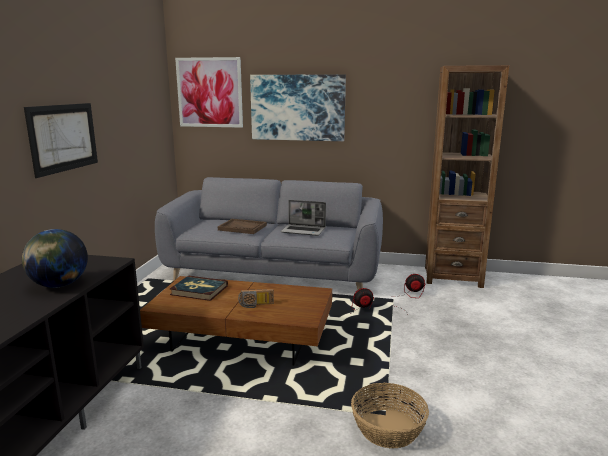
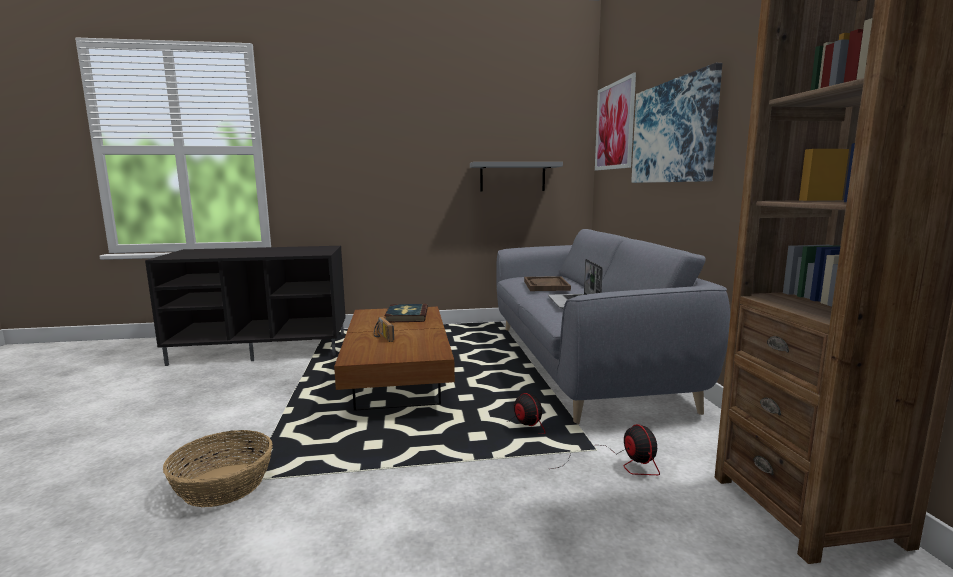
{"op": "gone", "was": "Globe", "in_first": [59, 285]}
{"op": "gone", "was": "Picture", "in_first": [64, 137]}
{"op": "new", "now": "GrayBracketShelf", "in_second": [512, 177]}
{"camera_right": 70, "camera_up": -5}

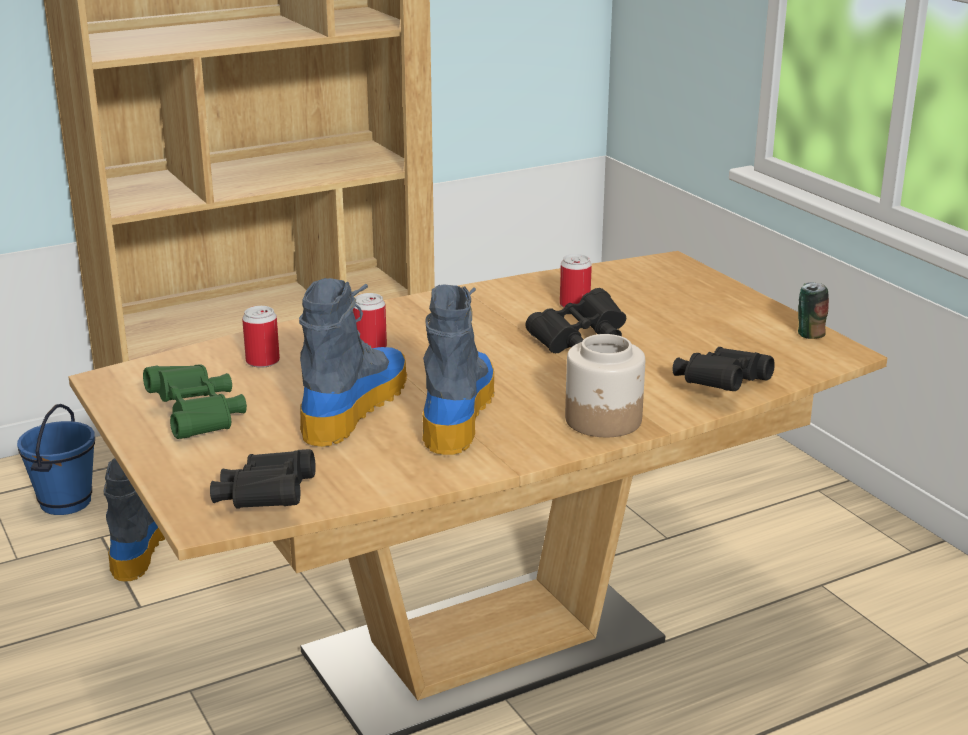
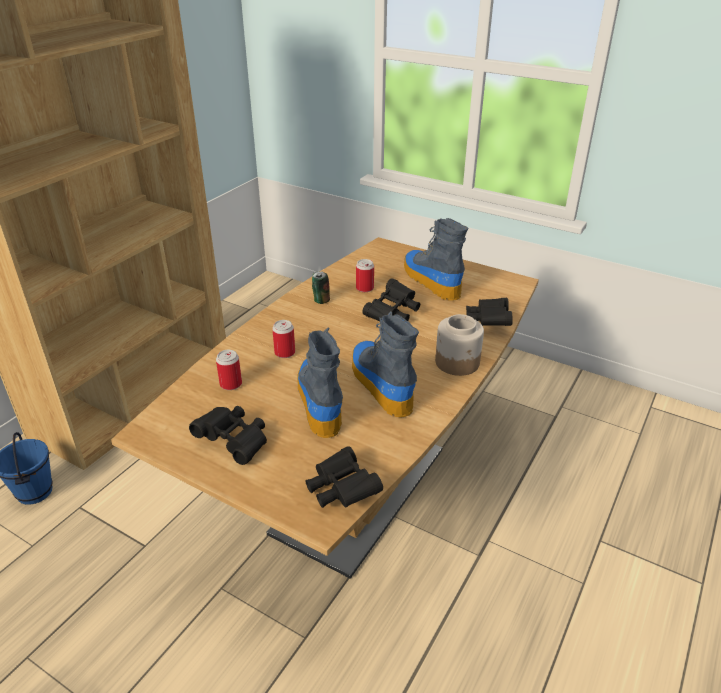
{"op": "shifted", "was": "TallBoot", "in_first": [142, 544], "in_second": [430, 280]}
{"op": "repainted", "was": "GreenPairOfBinoculars", "now": "BlackishPairOfBinoculars", "in_first": [198, 417], "in_second": [234, 442]}
{"op": "shifted", "was": "MetalCan", "in_first": [809, 334], "in_second": [321, 300]}
{"camera_right": -30, "camera_up": 10}

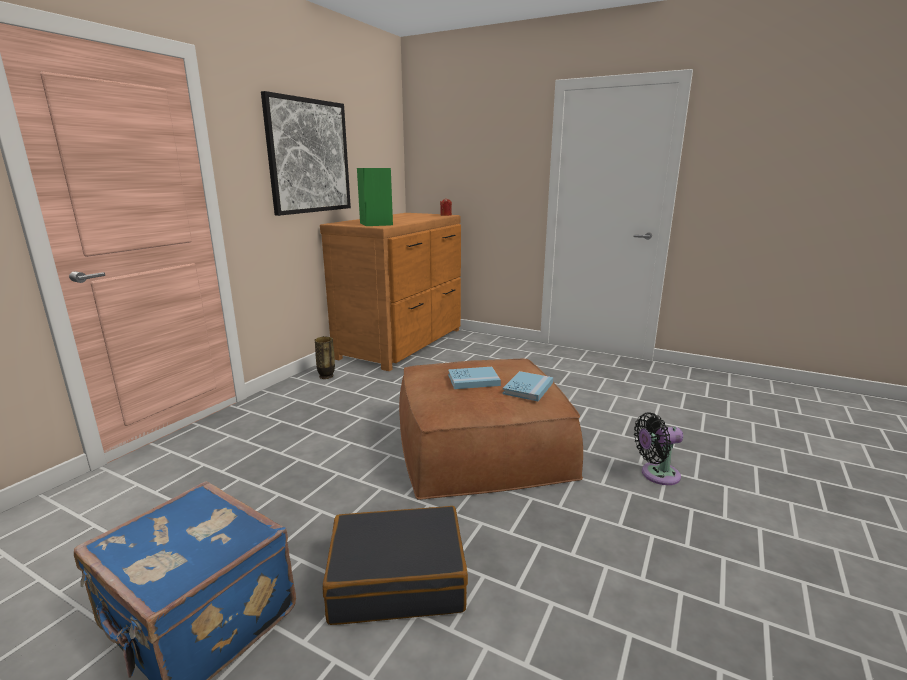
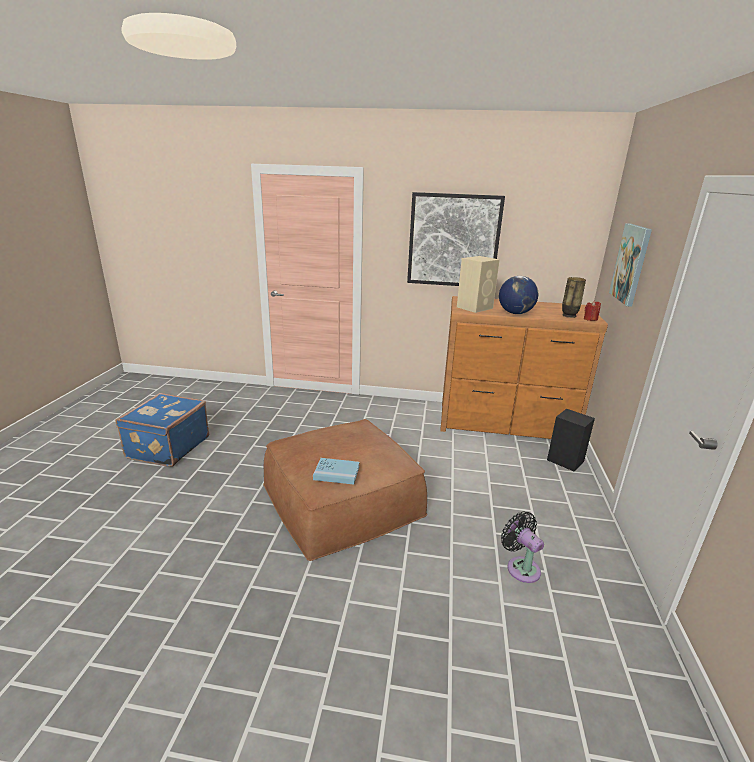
{"op": "shifted", "was": "Vase", "in_first": [326, 376], "in_second": [569, 316]}
{"op": "gone", "was": "BlackishTravelCase", "in_first": [397, 578]}
{"op": "repainted", "was": "GreenLoudspeaker", "now": "BeigeColouredLoudspeaker", "in_first": [376, 224], "in_second": [475, 307]}
{"op": "gone", "was": "BlueColouredVolume", "in_first": [473, 380]}
{"op": "shifted", "was": "BlackishElectricFan", "in_first": [656, 474], "in_second": [520, 567]}
{"op": "new", "now": "Globe", "in_second": [515, 313]}
{"op": "new", "now": "BlackishLoudspeaker", "in_second": [566, 461]}
{"op": "new", "now": "Picture", "in_second": [631, 264]}
{"camera_right": 70, "camera_up": 5}

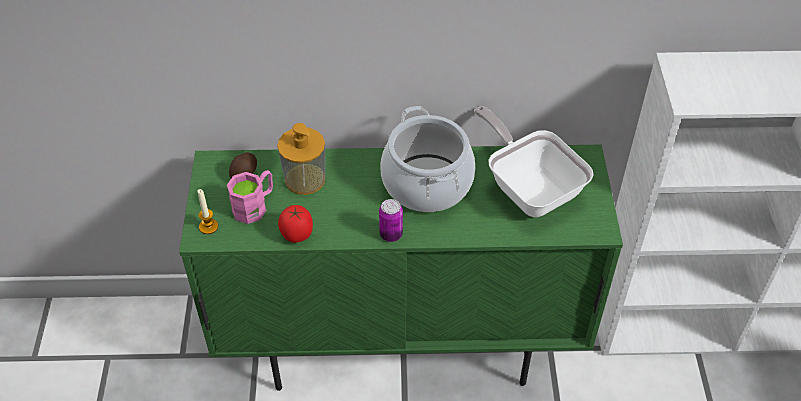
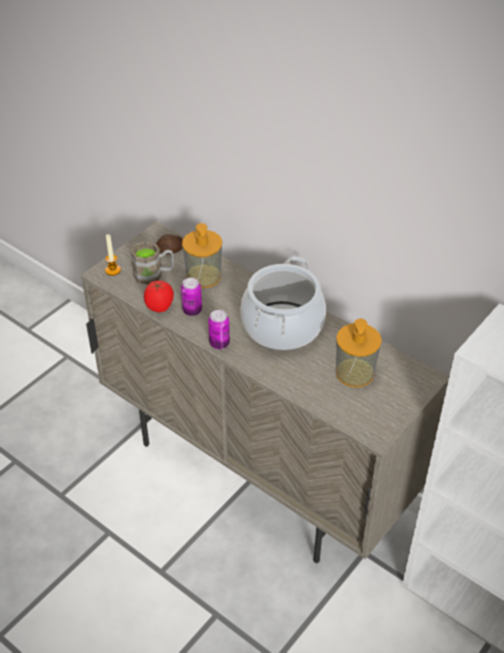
{"op": "repainted", "was": "GreenCupboard", "now": "BeigeColouredCupboard", "in_first": [401, 344], "in_second": [255, 472]}
{"op": "repainted", "was": "PinkMug", "now": "BrownMug", "in_first": [255, 206], "in_second": [154, 274]}
{"op": "swapped", "was": "FryingPan", "now": "SoapDispenser", "in_first": [529, 188], "in_second": [354, 373]}
{"op": "new", "now": "MetalCan", "in_second": [192, 311]}
{"camera_right": 40, "camera_up": -5}

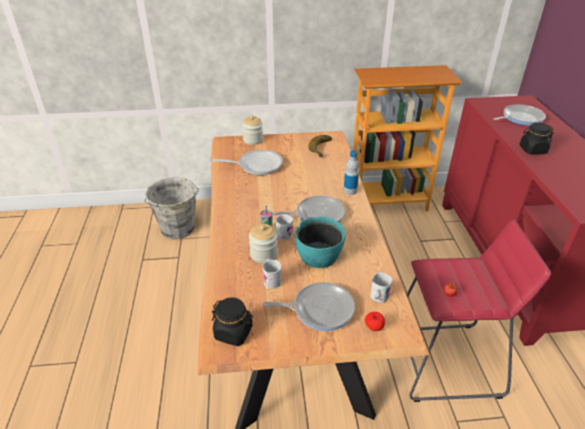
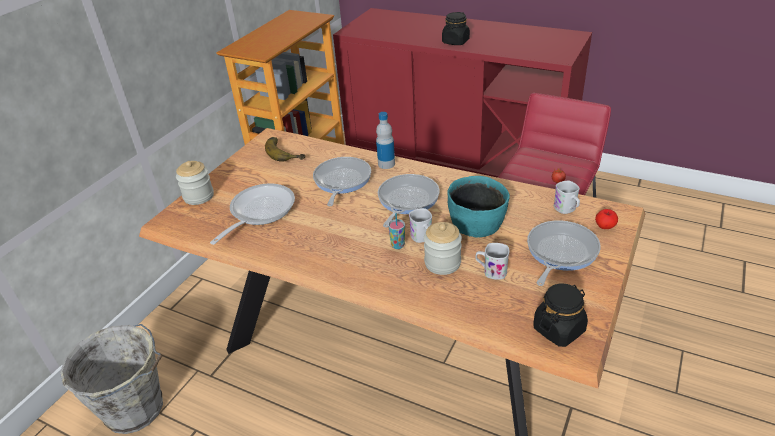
{"op": "shifted", "was": "FryingPan", "in_first": [520, 118], "in_second": [341, 181]}
{"camera_right": -55, "camera_up": 0}

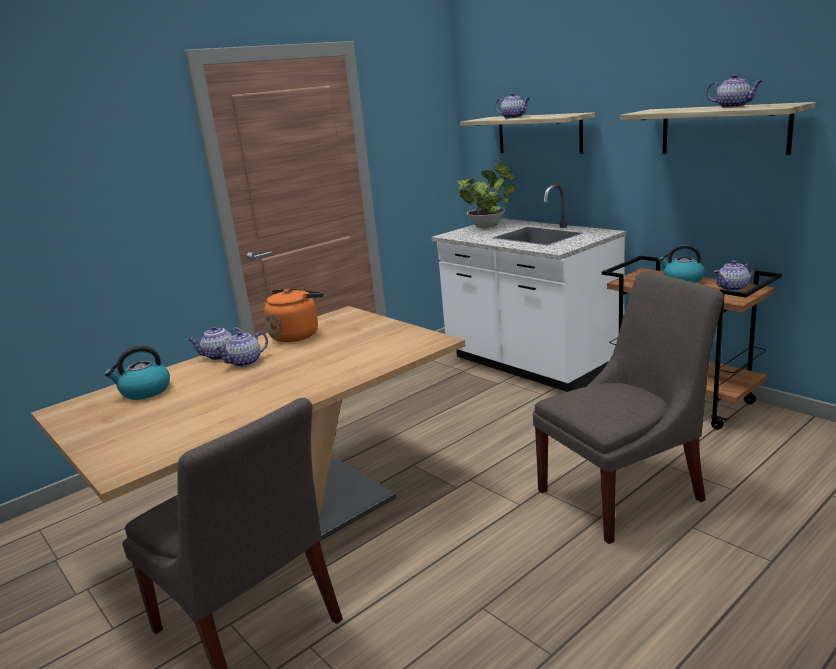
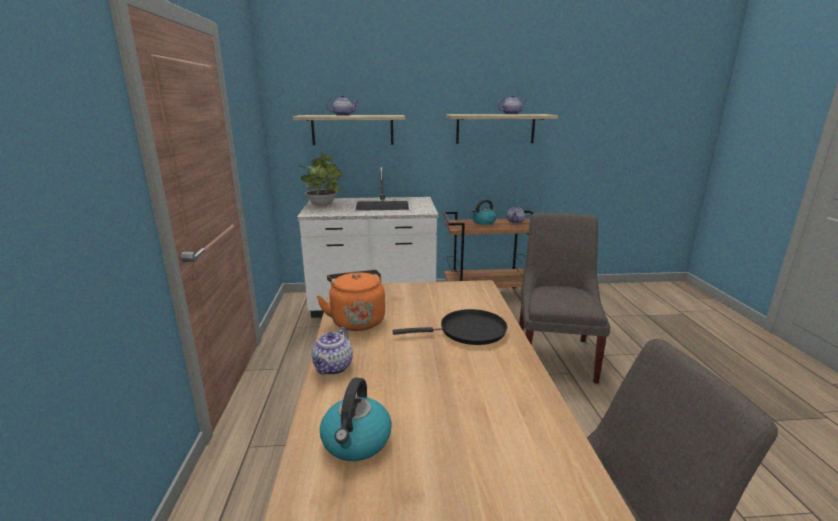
{"op": "gone", "was": "TeaPot", "in_first": [245, 362]}
{"op": "new", "now": "BlackishFryingPan", "in_second": [468, 331]}
{"camera_right": -55, "camera_up": 0}

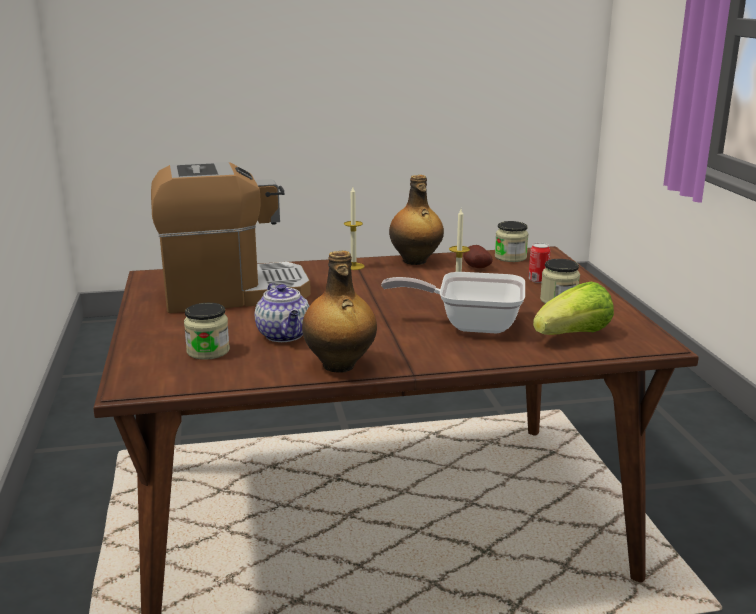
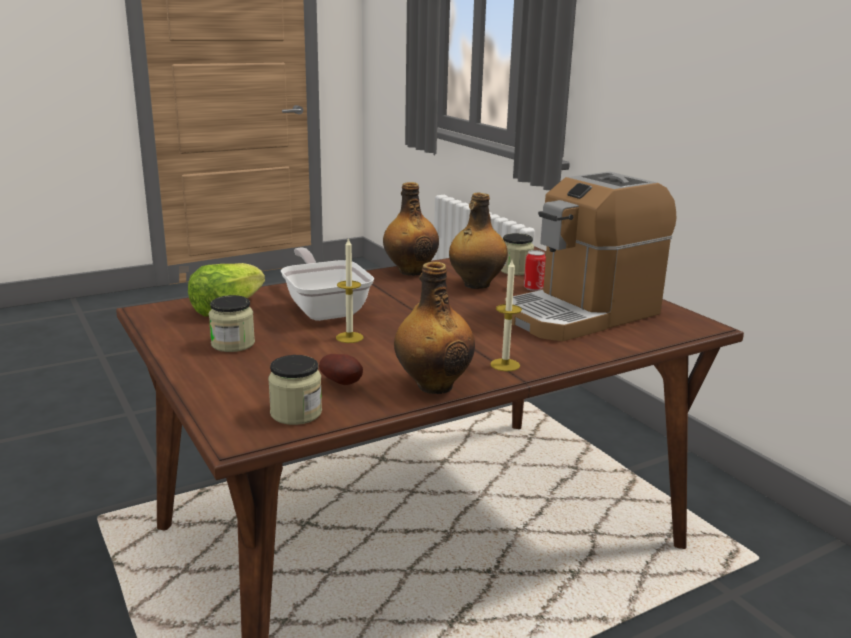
{"op": "swapped", "was": "TeaPot", "now": "BeverageBottle", "in_first": [285, 335], "in_second": [476, 285]}
{"op": "rotated", "was": "FryingPan", "in_first": [469, 324], "in_second": [325, 309], "clockwise": -105}
{"op": "shifted", "was": "MetalCan", "in_first": [538, 280], "in_second": [533, 288]}
{"camera_right": 160, "camera_up": 0}

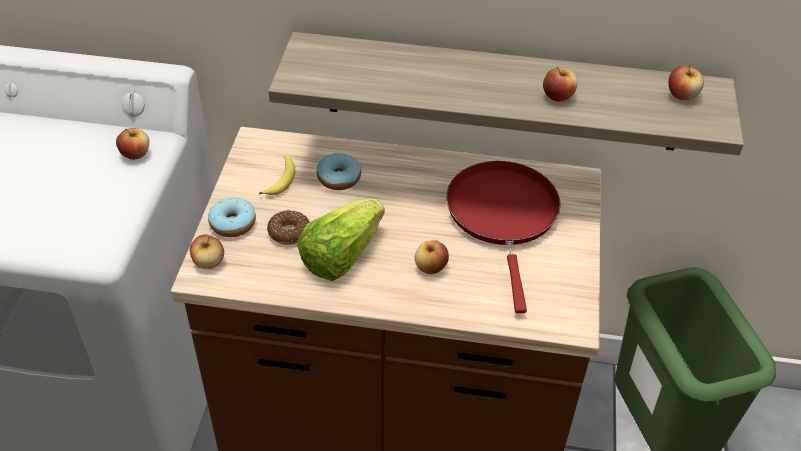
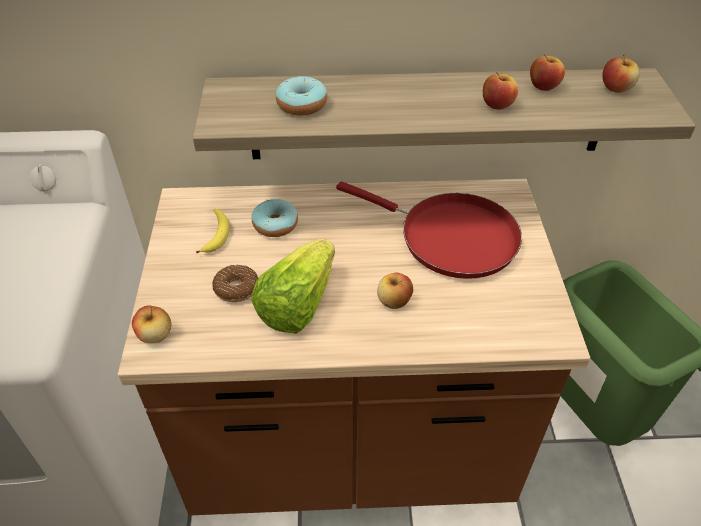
{"op": "shifted", "was": "WholeApple", "in_first": [135, 154], "in_second": [543, 86]}
{"op": "shifted", "was": "RingDoughnut", "in_first": [233, 223], "in_second": [302, 104]}
{"op": "rotated", "was": "ReddishFryingPan", "in_first": [503, 216], "in_second": [450, 237], "clockwise": 135}
{"camera_right": -10, "camera_up": 0}

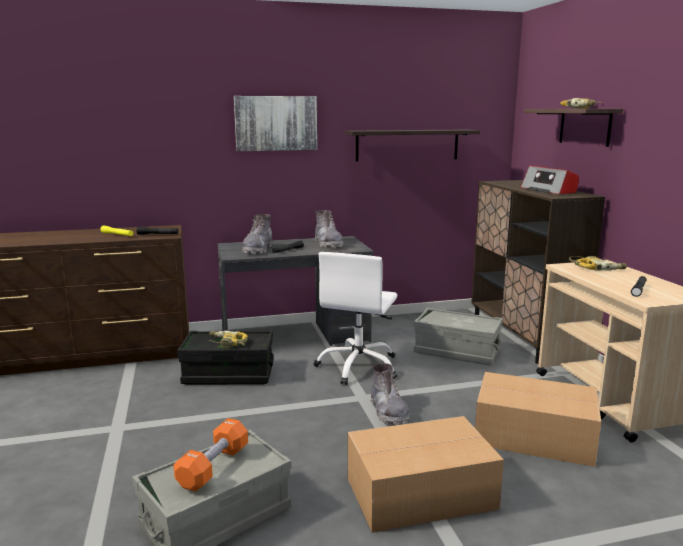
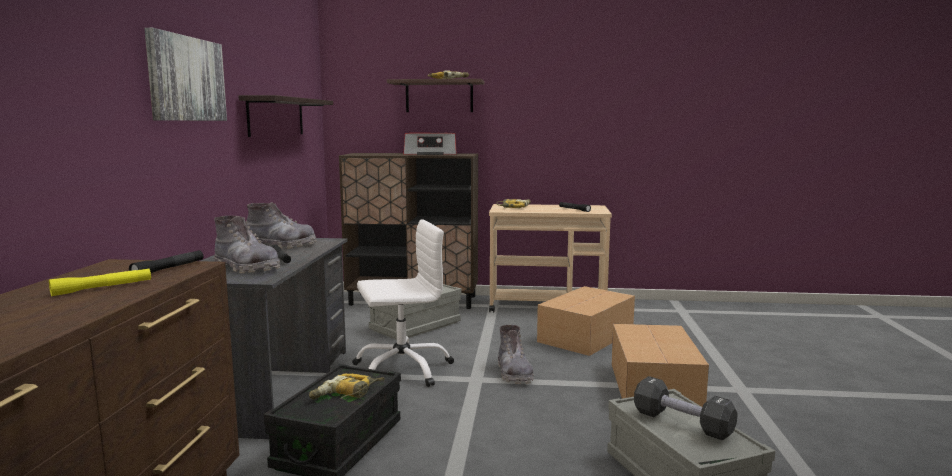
{"op": "repainted", "was": "OrangeFreeWeight", "now": "BlackishFreeWeight", "in_first": [213, 467], "in_second": [682, 423]}
{"op": "rotated", "was": "WhitishDeskChair", "in_first": [358, 366], "in_second": [402, 369], "clockwise": -60}
{"op": "rotated", "was": "GrayTallBoot", "in_first": [388, 411], "in_second": [514, 373], "clockwise": 75}
{"camera_right": -70, "camera_up": -5}

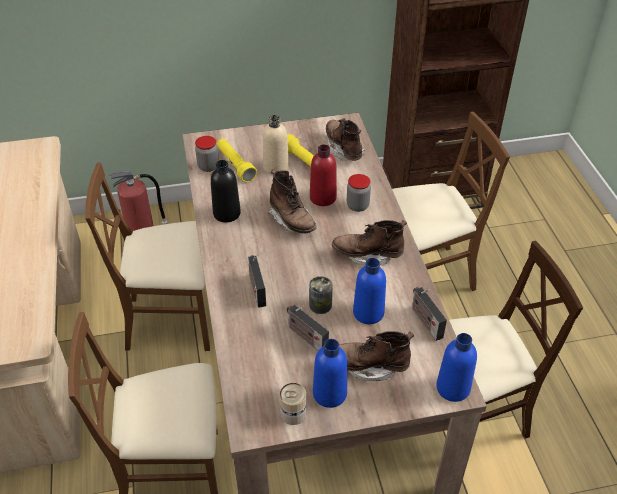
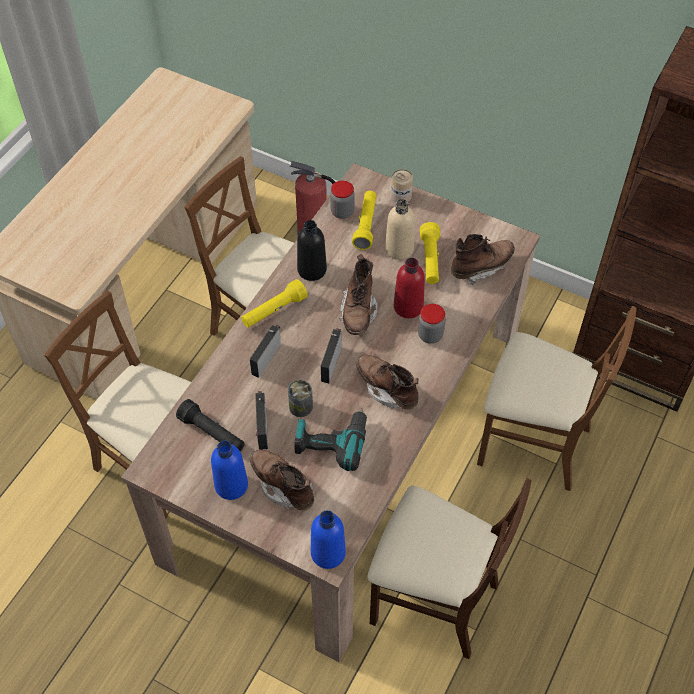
{"op": "shifted", "was": "MetalCan", "in_first": [293, 413], "in_second": [401, 196]}
{"op": "rotated", "was": "BrownTallBoot", "in_first": [343, 149], "in_second": [481, 267], "clockwise": 45}
{"op": "swapped", "was": "BlueColouredBeverageBottle", "now": "ElectricDrill", "in_first": [368, 313], "in_second": [331, 441]}
{"op": "shifted", "was": "RadioReceiver", "in_first": [425, 321], "in_second": [331, 362]}
{"op": "new", "now": "BlackishHandTorch", "in_second": [212, 433]}
{"op": "new", "now": "YellowishHandTorch", "in_second": [274, 311]}
{"camera_right": 40, "camera_up": 10}

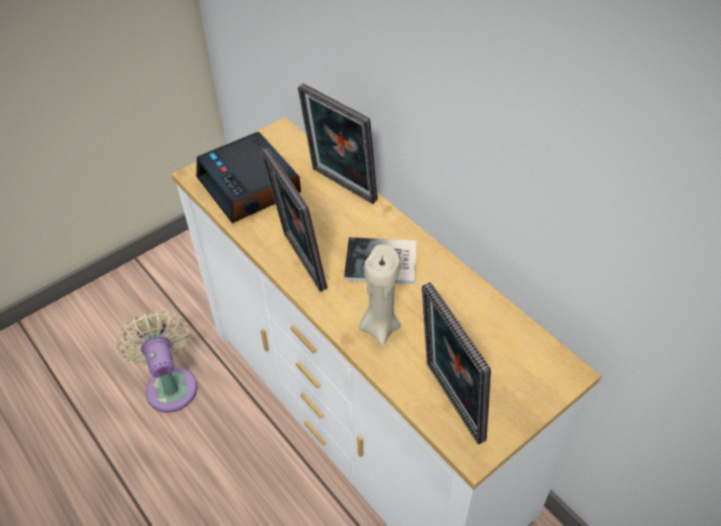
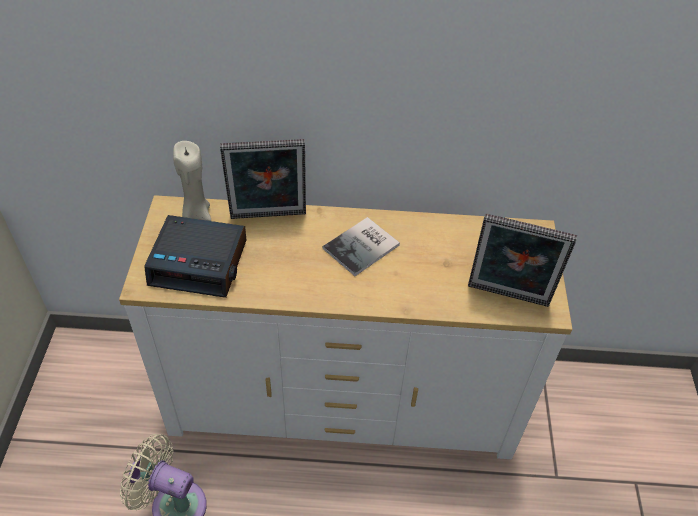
{"op": "gone", "was": "StandingFrame", "in_first": [299, 262]}
{"op": "shifted", "was": "BeigeColouredCandle", "in_first": [379, 327], "in_second": [196, 213]}
{"camera_right": -50, "camera_up": 0}

